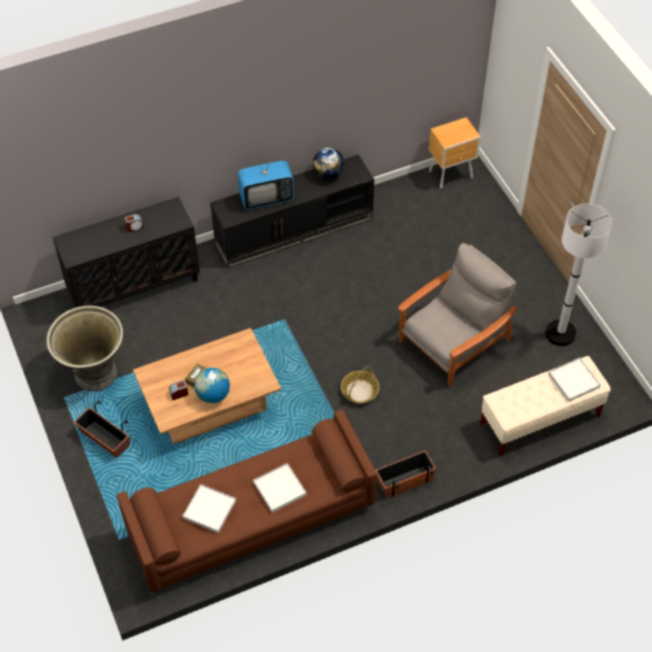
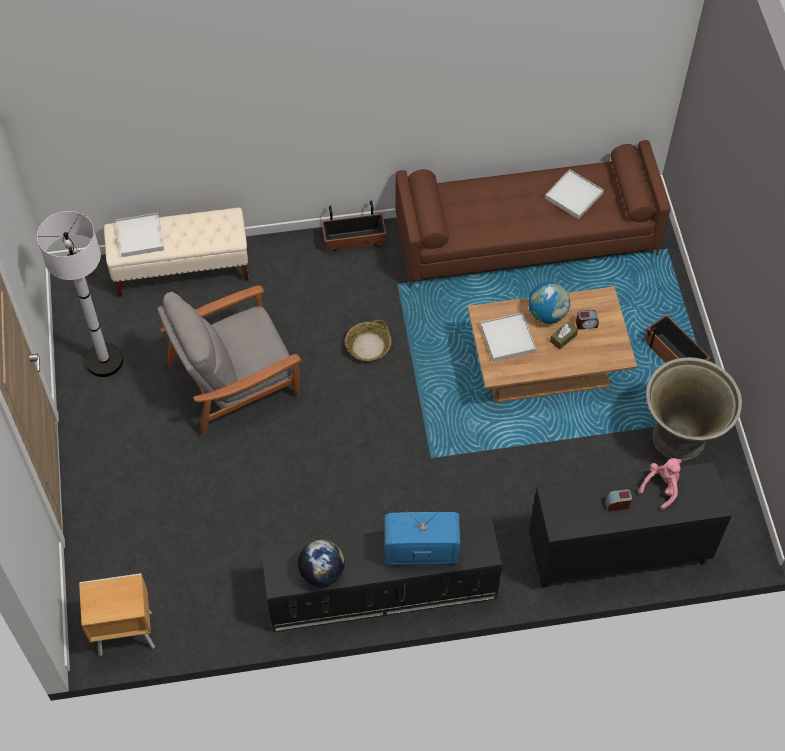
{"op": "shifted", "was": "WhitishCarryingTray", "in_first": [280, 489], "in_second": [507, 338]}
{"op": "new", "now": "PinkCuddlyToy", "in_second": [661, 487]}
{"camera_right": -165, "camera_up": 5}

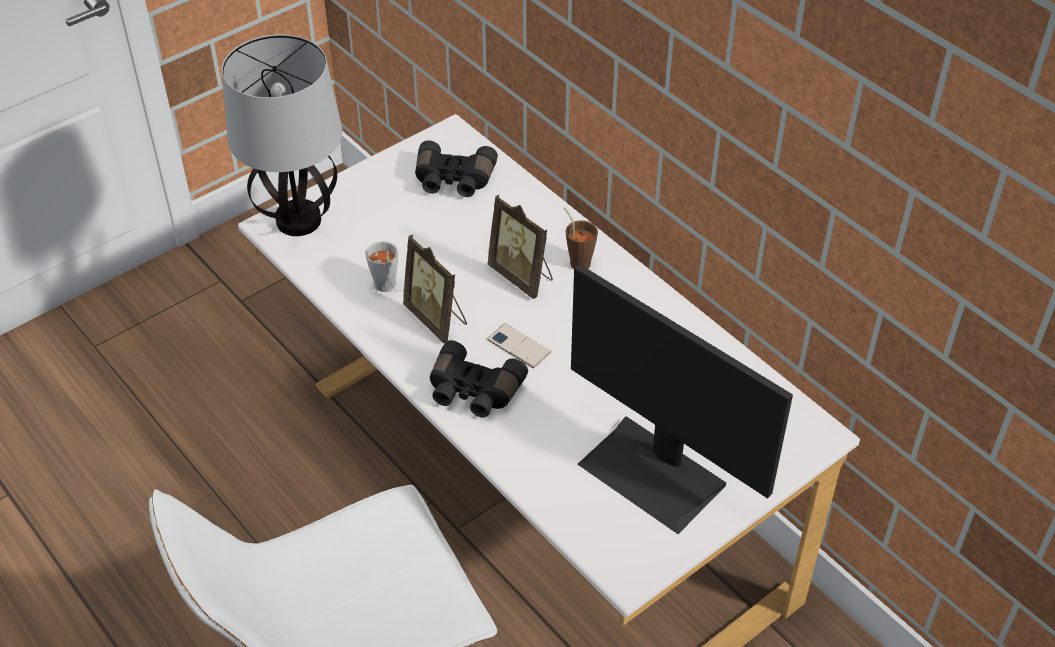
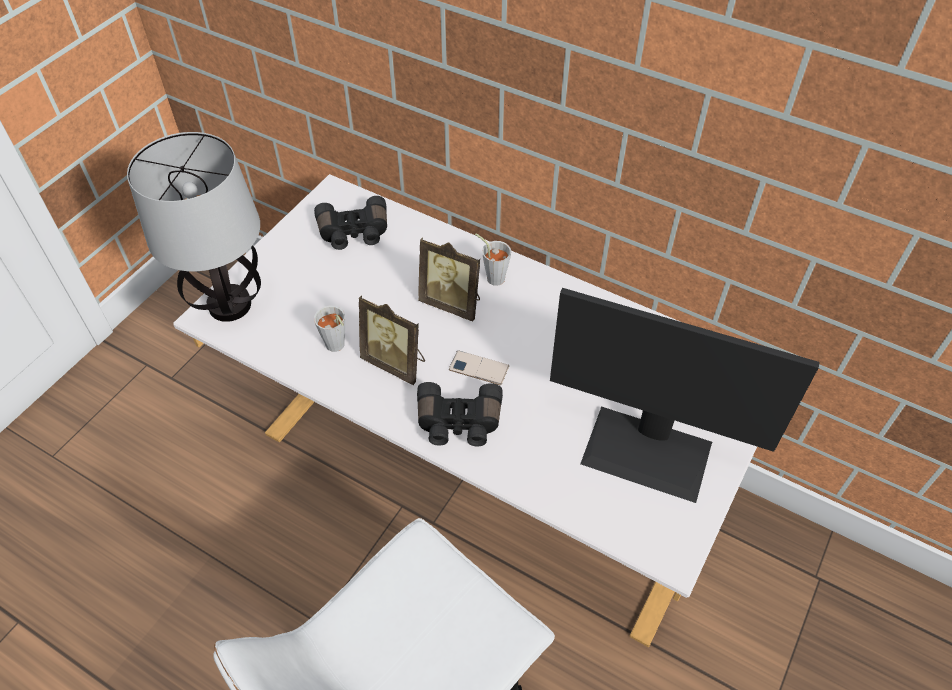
{"op": "repainted", "was": "BrownCup", "now": "GrayCup", "in_first": [578, 260], "in_second": [492, 276]}
{"camera_right": -20, "camera_up": 5}

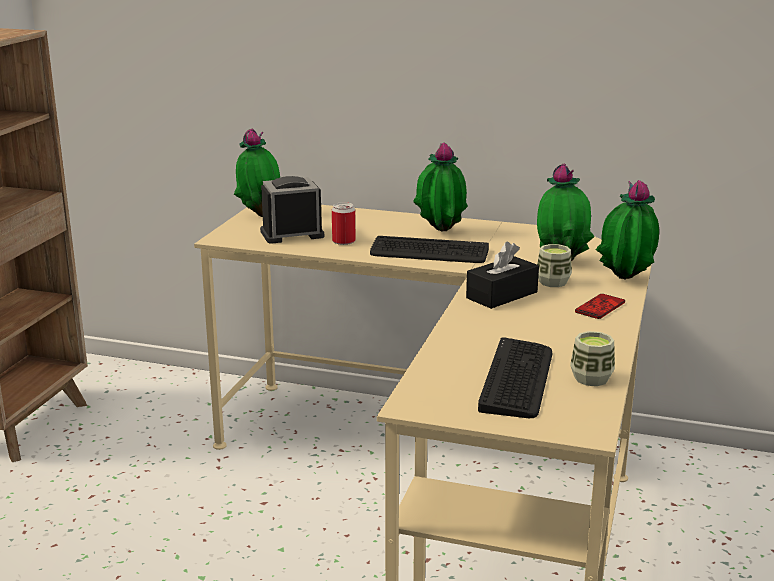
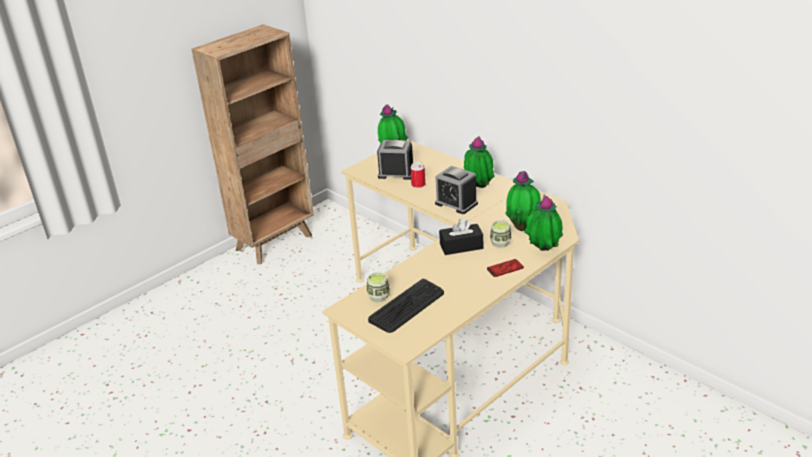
{"op": "swapped", "was": "Keyboard", "now": "AlarmClock", "in_first": [429, 252], "in_second": [456, 203]}
{"op": "shifted", "was": "Cup", "in_first": [591, 378], "in_second": [378, 296]}
{"camera_right": 30, "camera_up": 10}

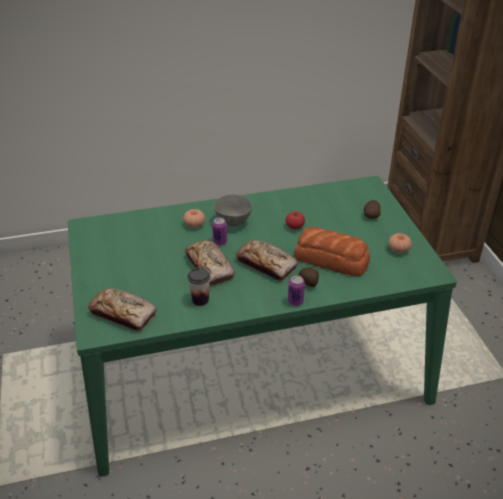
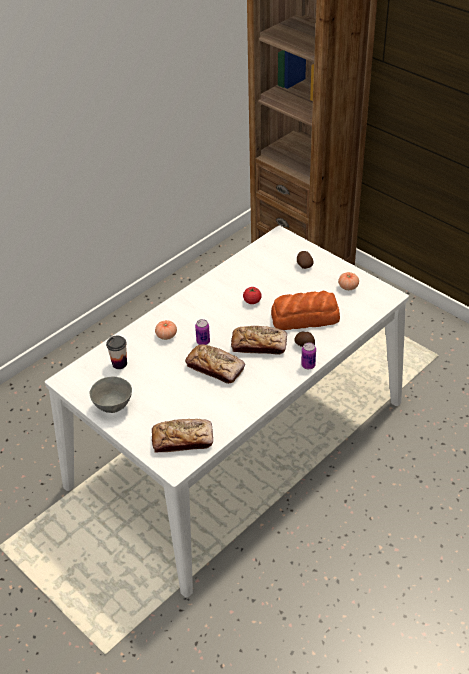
{"op": "repainted", "was": "GreenKitchenTable", "now": "WhitishKitchenTable", "in_first": [251, 366], "in_second": [238, 442]}
{"op": "shifted", "was": "Cup", "in_first": [200, 300], "in_second": [119, 363]}
{"op": "shifted", "was": "GrayDeepDish", "in_first": [234, 222], "in_second": [113, 406]}
{"camera_right": -30, "camera_up": 5}

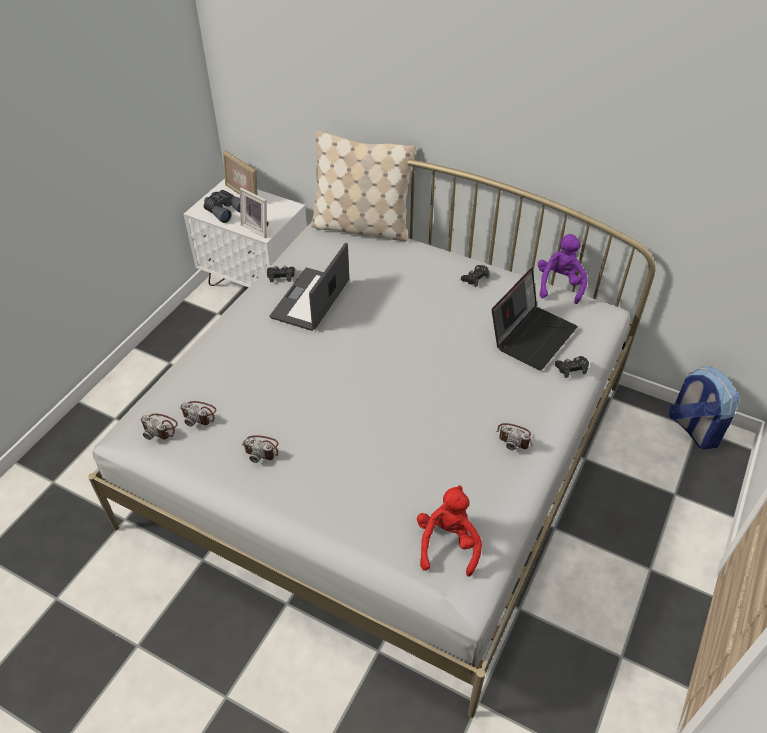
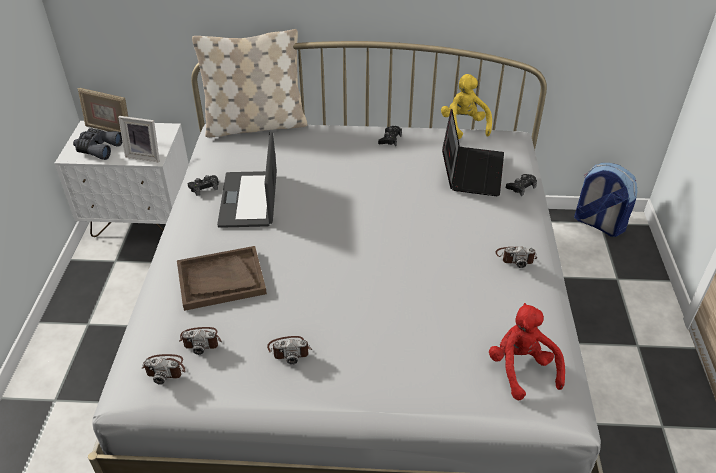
{"op": "repainted", "was": "PurpleColouredCuddlyToy", "now": "YellowishCuddlyToy", "in_first": [559, 285], "in_second": [464, 126]}
{"op": "new", "now": "BrownCarryingTray", "in_second": [221, 280]}
{"camera_right": -25, "camera_up": -5}

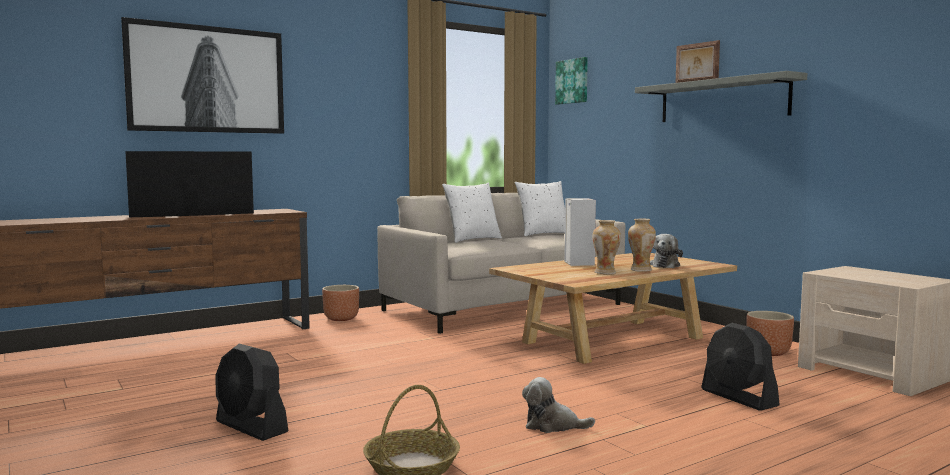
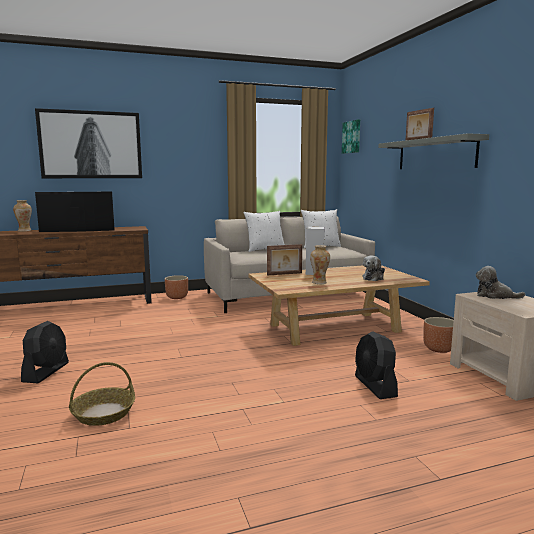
{"op": "rotated", "was": "BlackishElectricFan", "in_first": [251, 427], "in_second": [46, 372], "clockwise": -135}
{"op": "shifted", "was": "CuddlyToy", "in_first": [552, 425], "in_second": [495, 296]}
{"op": "shifted", "was": "Vase", "in_first": [641, 270], "in_second": [24, 231]}
{"op": "new", "now": "StandingFrame", "in_second": [284, 274]}
{"camera_right": 15, "camera_up": 5}

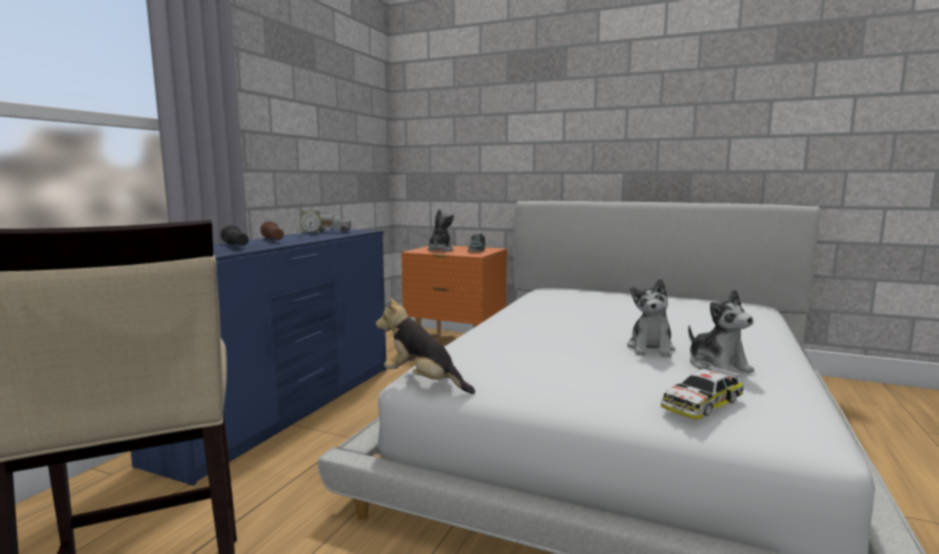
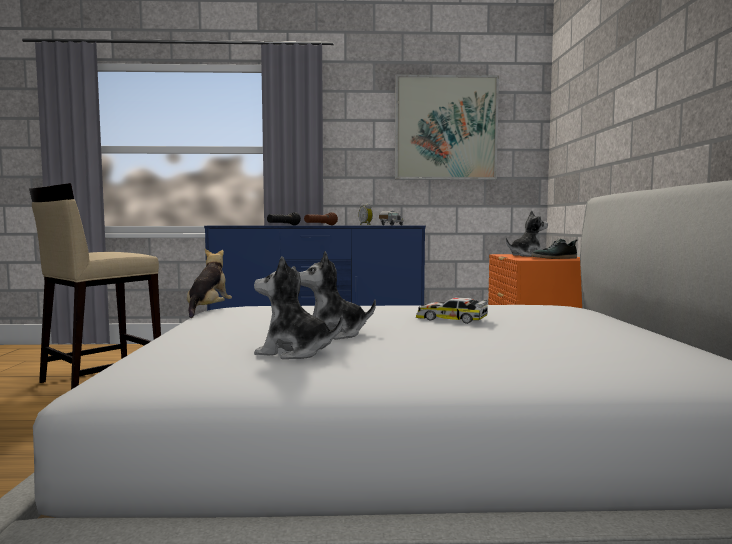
{"op": "shifted", "was": "MiniatureCar", "in_first": [701, 403], "in_second": [451, 319]}
{"op": "rotated", "was": "CuddlyToy", "in_first": [717, 366], "in_second": [294, 352], "clockwise": 60}
{"op": "new", "now": "Picture", "in_second": [445, 128]}
{"camera_right": 65, "camera_up": -5}

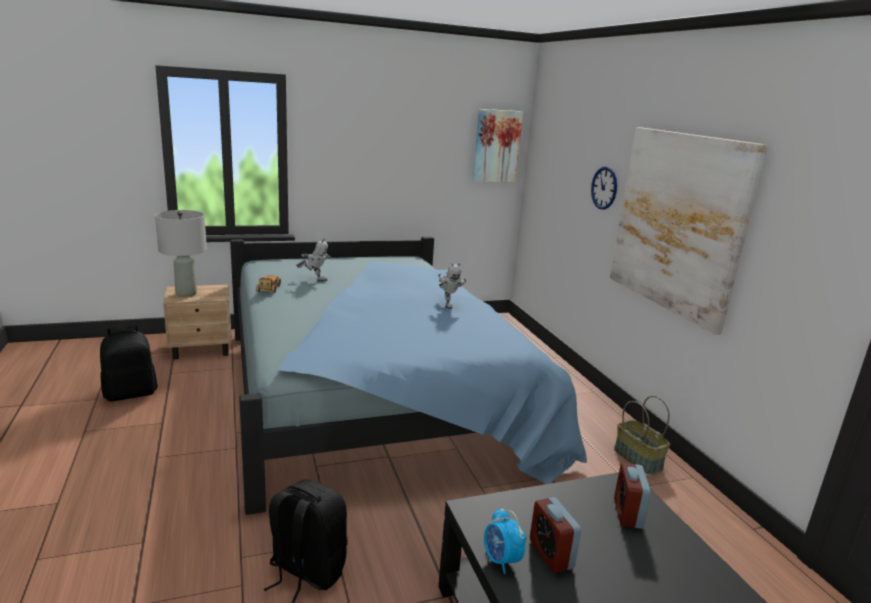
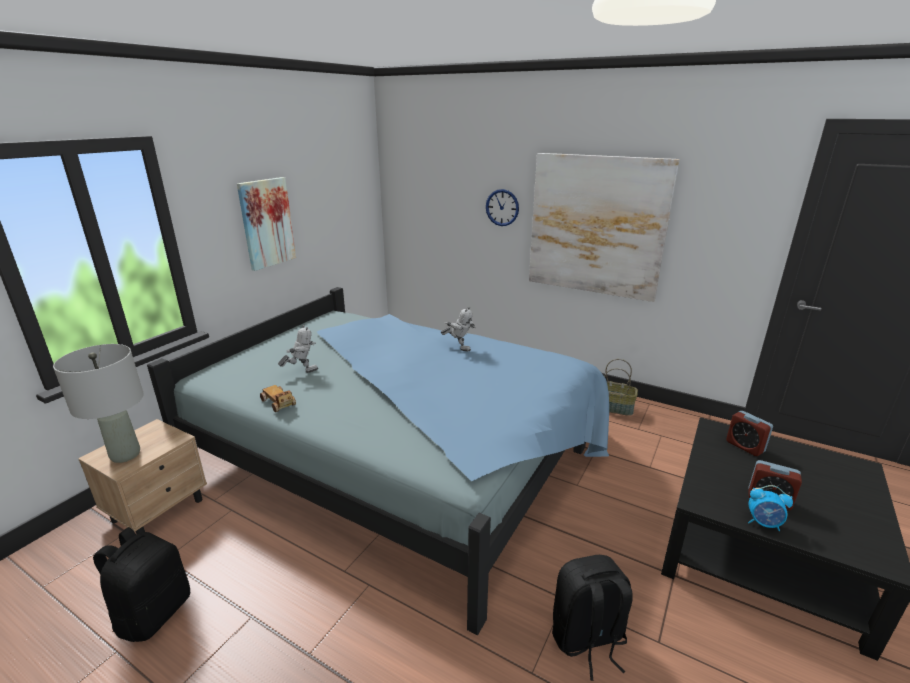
{"op": "shifted", "was": "Picture", "in_first": [496, 146], "in_second": [266, 223]}
{"camera_right": -40, "camera_up": 5}

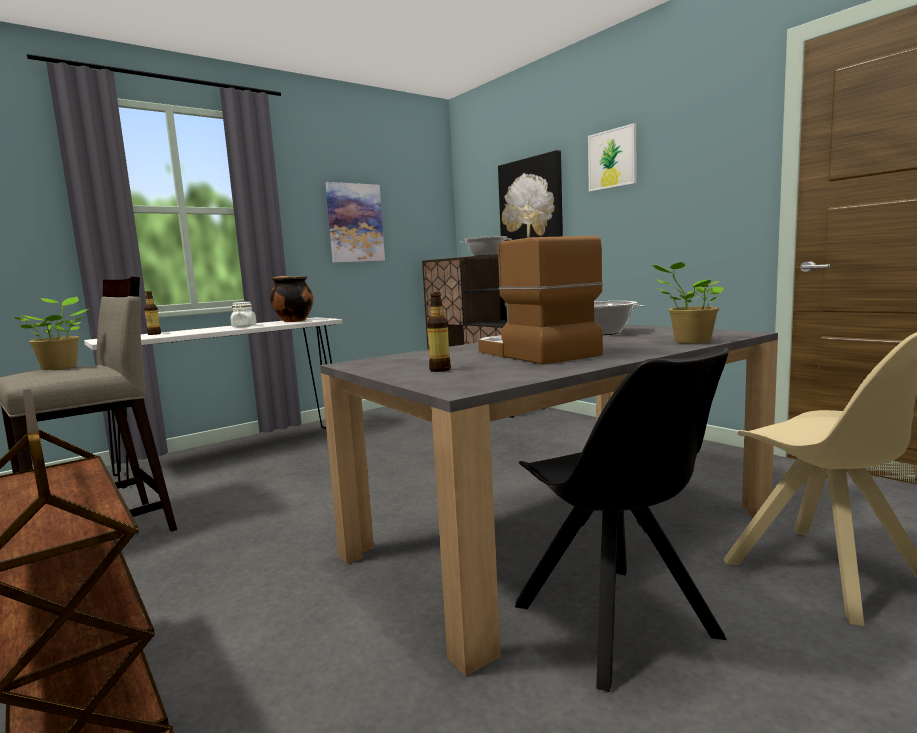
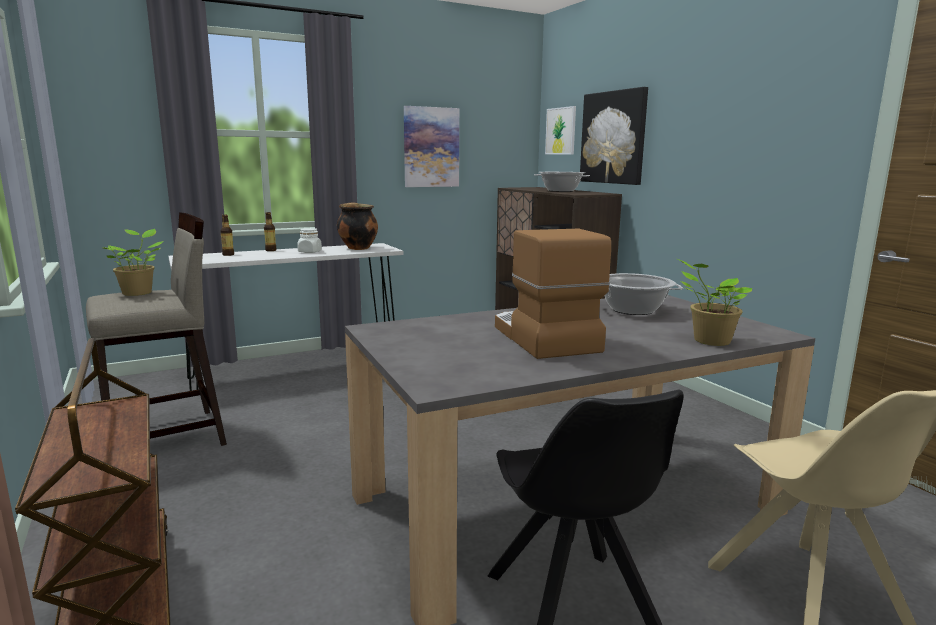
{"op": "shifted", "was": "BeverageBottle", "in_first": [440, 370], "in_second": [271, 250]}
{"op": "shifted", "was": "Picture", "in_first": [612, 159], "in_second": [561, 131]}
{"camera_right": 10, "camera_up": 5}

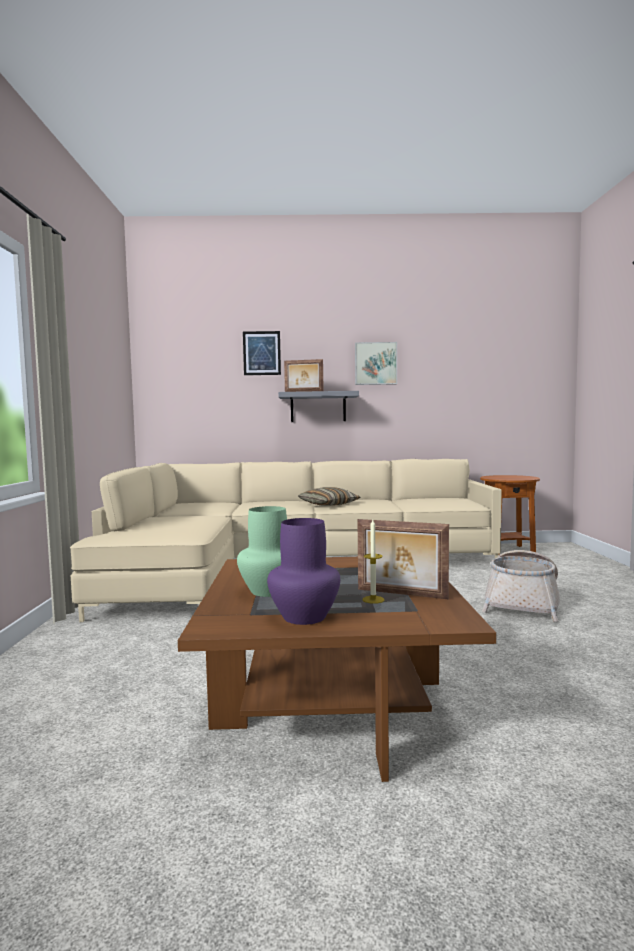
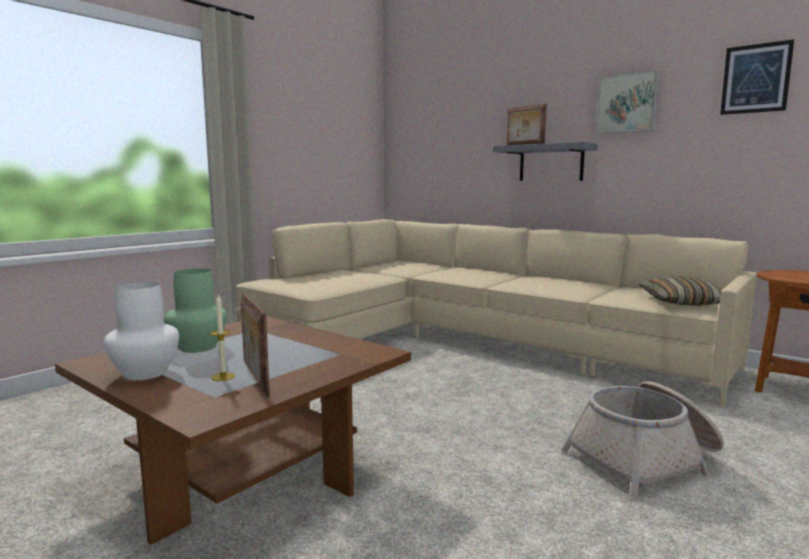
{"op": "shifted", "was": "Picture", "in_first": [261, 353], "in_second": [755, 78]}
{"op": "repainted", "was": "PurpleColouredVase", "now": "WhitishVase", "in_first": [305, 616], "in_second": [146, 373]}
{"op": "shifted", "was": "Pillow", "in_first": [328, 504], "in_second": [682, 302]}
{"camera_right": 40, "camera_up": 5}

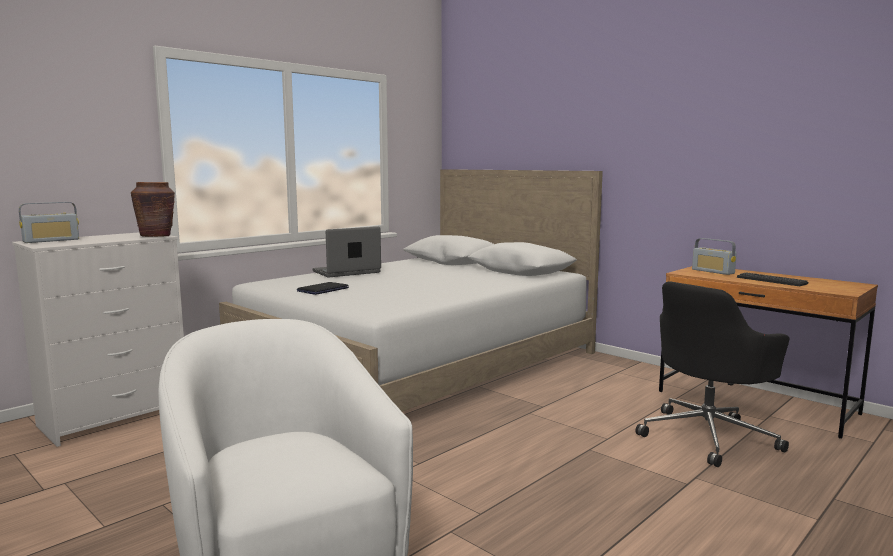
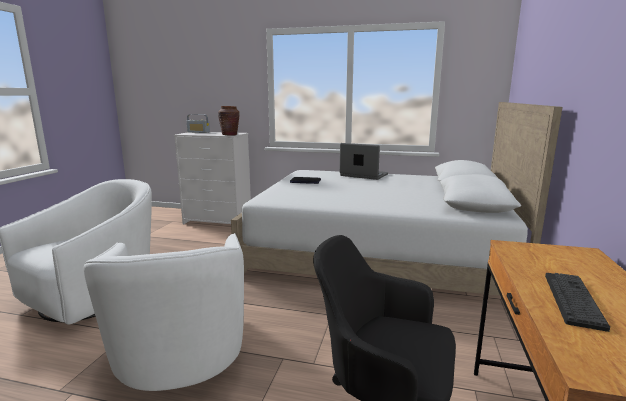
{"op": "gone", "was": "RadioReceiver", "in_first": [713, 271]}
{"op": "new", "now": "WhitishEasyChair", "in_second": [181, 356]}
{"camera_right": 60, "camera_up": 5}

